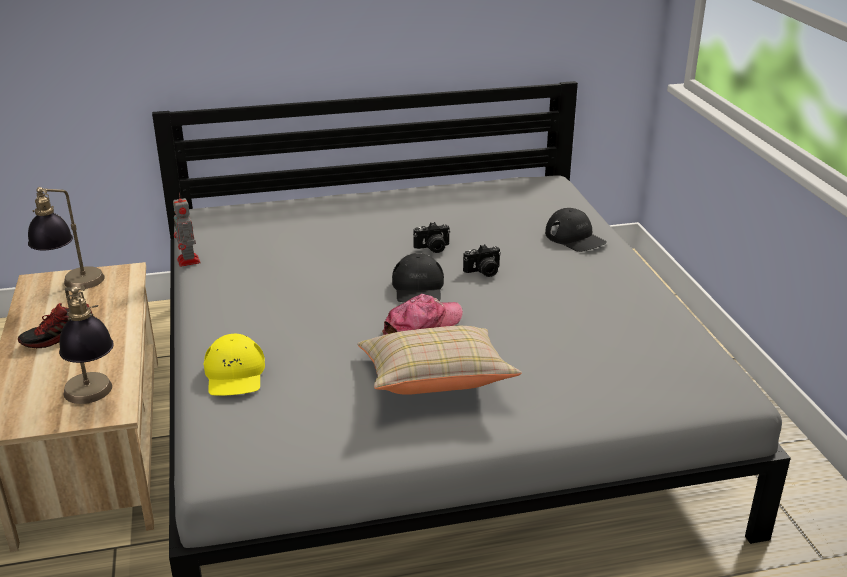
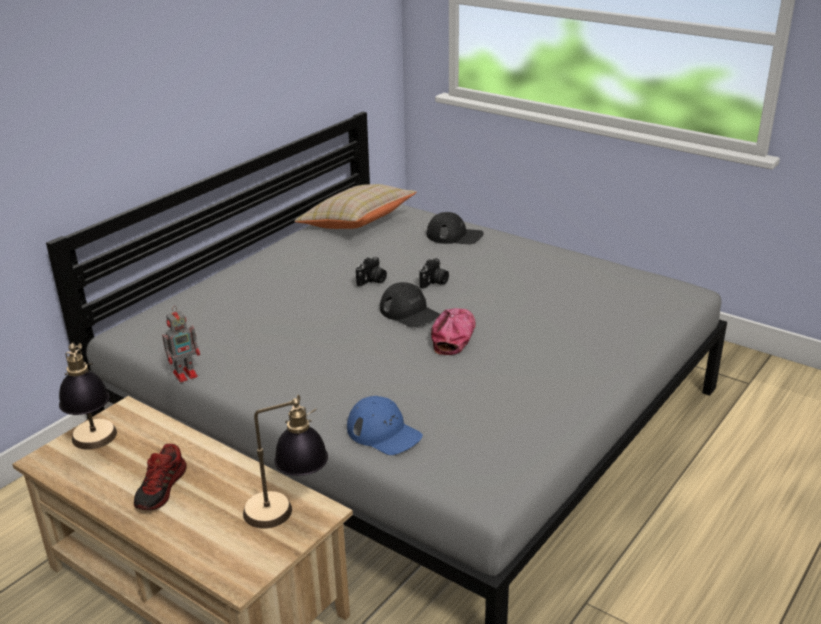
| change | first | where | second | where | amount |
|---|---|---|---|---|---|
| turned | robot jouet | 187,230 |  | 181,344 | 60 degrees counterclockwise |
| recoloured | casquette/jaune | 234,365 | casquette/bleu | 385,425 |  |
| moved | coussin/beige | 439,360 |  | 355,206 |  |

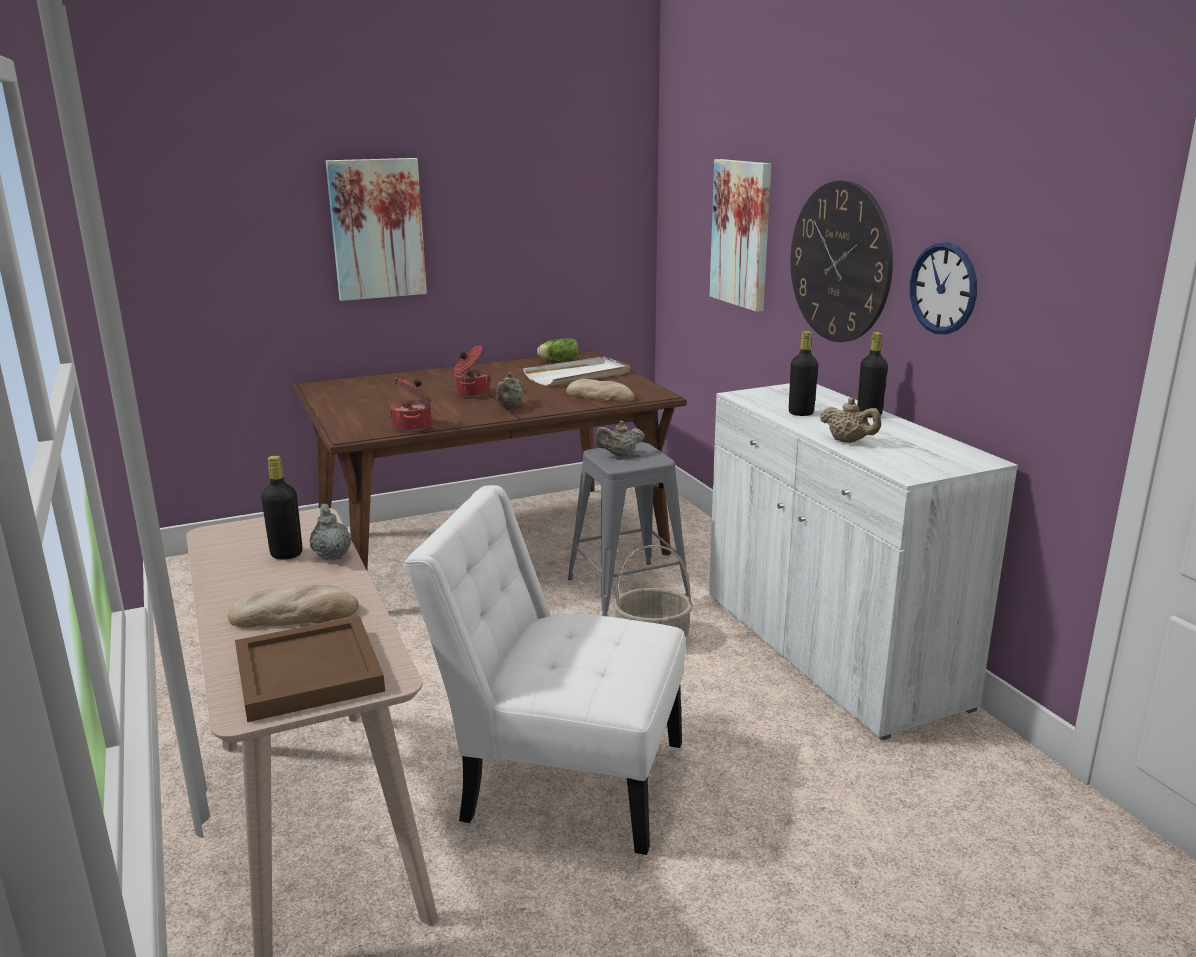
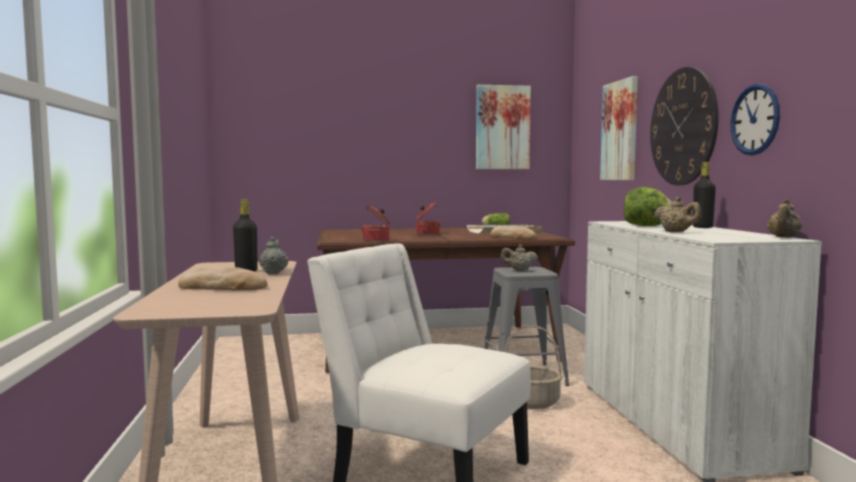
| change | first | where | second | where | amount |
|---|---|---|---|---|---|
| removed | plateau/marron | 310,669 |  |  |  |
| moved | tableau | 376,229 |  | 503,127 |  |
| moved | théière/beige | 510,390 |  | 784,218 |  |
| replaced | bouteille/noir | 803,373 | laitue | 647,206 |  |

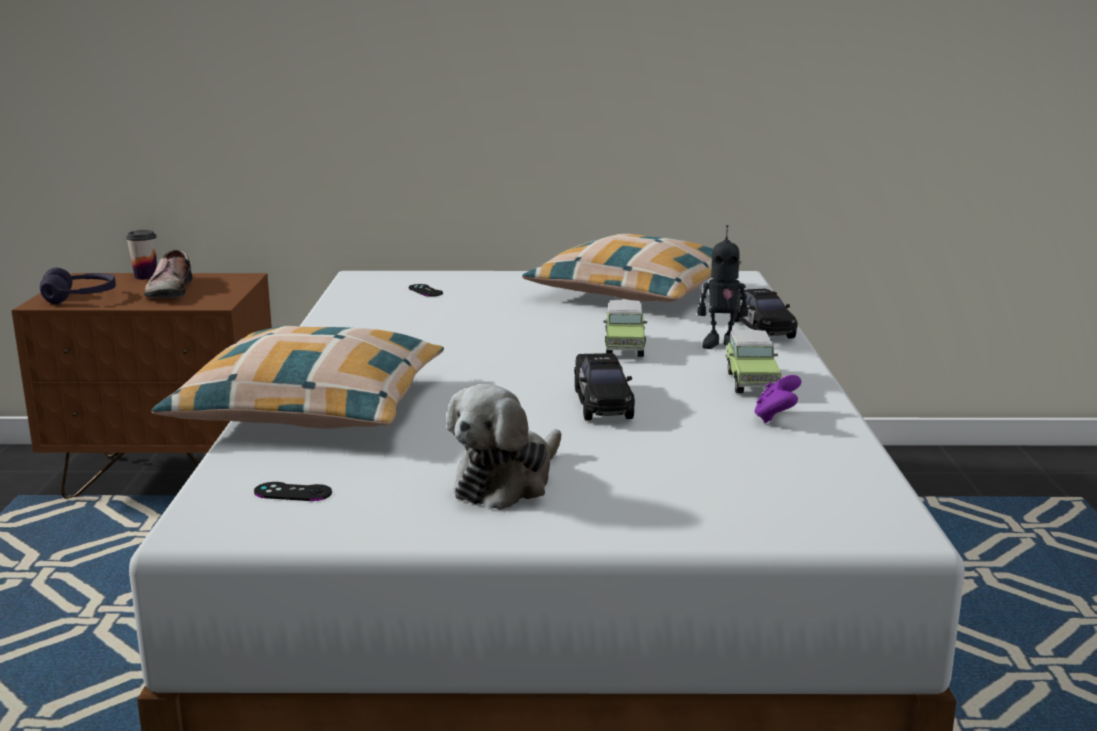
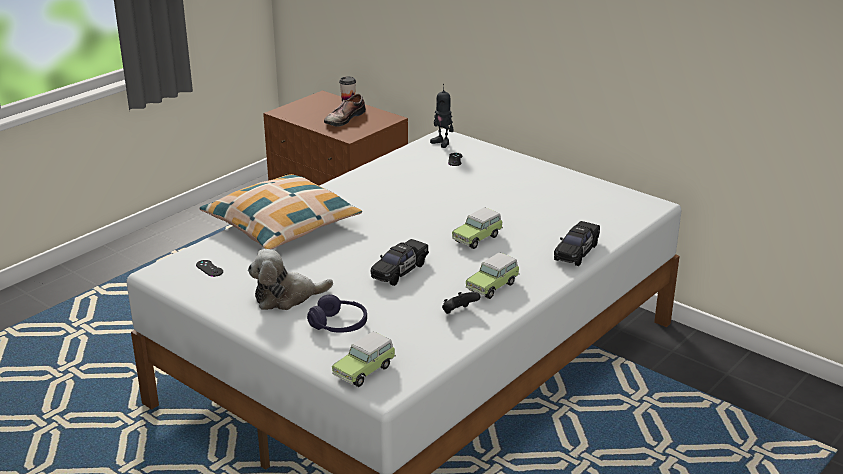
| change | first | where | second | where | amount |
|---|---|---|---|---|---|
| moved | casque audio/violet | 78,286 |  | 337,313 |  |
| removed | coussin | 631,268 |  |  |  |
| moved | robot jouet | 723,287 |  | 442,116 |  |
| recoloured | manette/violet | 777,399 | manette/noir | 461,303 |  |
| added |  |  | petite voiture | 364,359 |  |

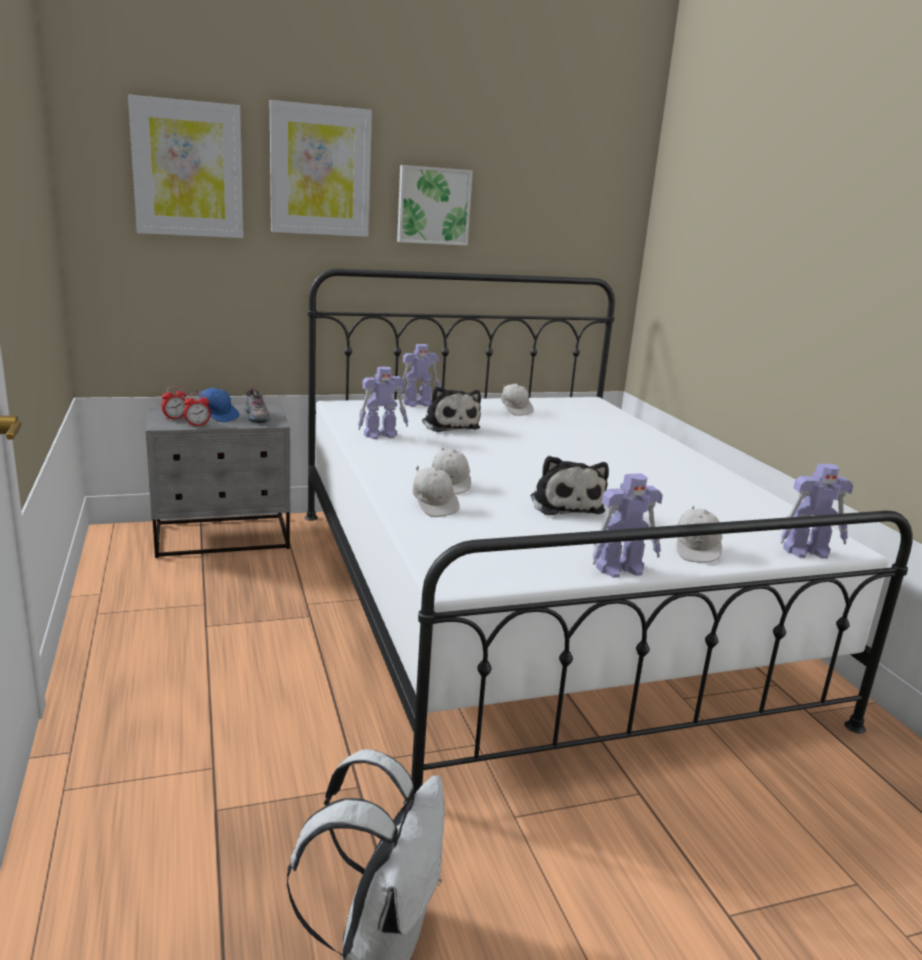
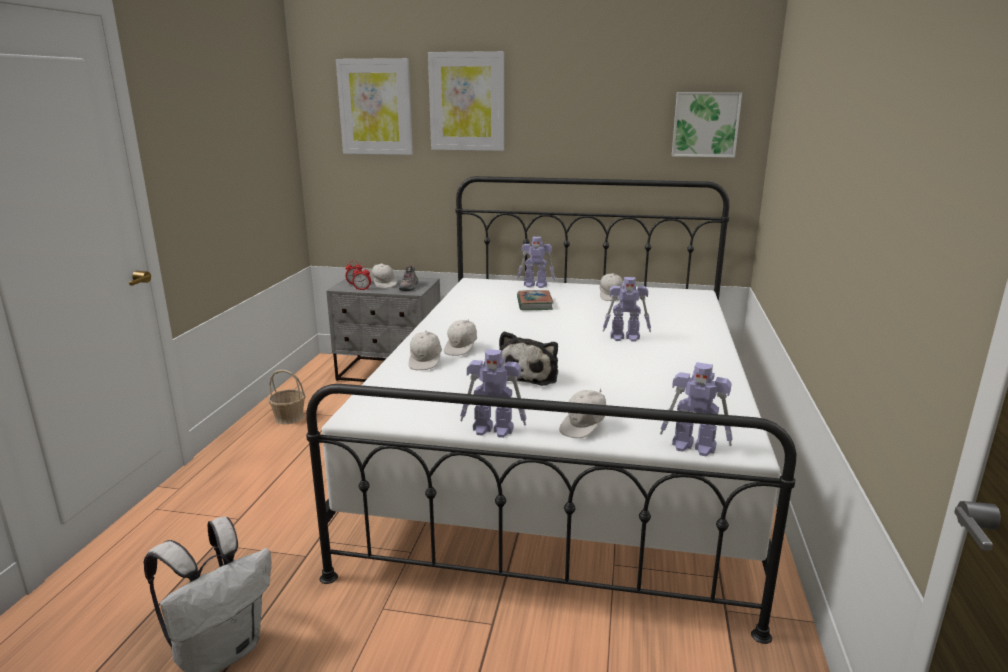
| change | first | where | second | where | amount |
|---|---|---|---|---|---|
| recoloured | casquette/bleu | 217,405 | casquette/blanc | 384,276 |  |
| moved | robot jouet | 383,403 |  | 627,309 |  |
| moved | tableau | 435,205 |  | 707,125 |  |
| replaced | peluche | 451,409 | livre | 535,300 |  |
| added |  |  | panier | 287,397 |  |

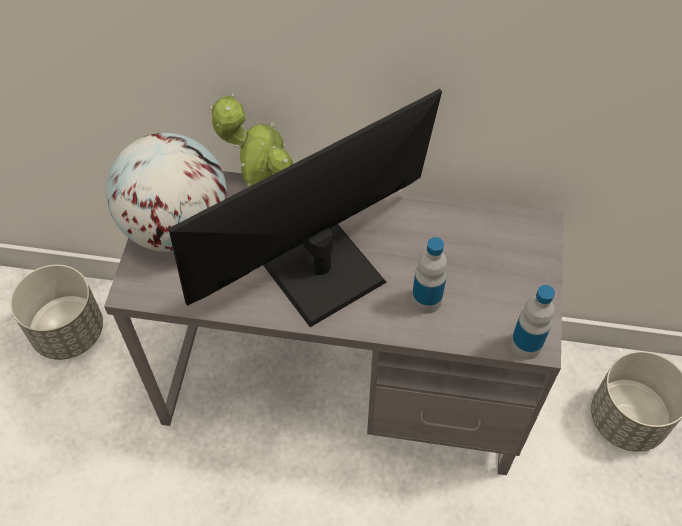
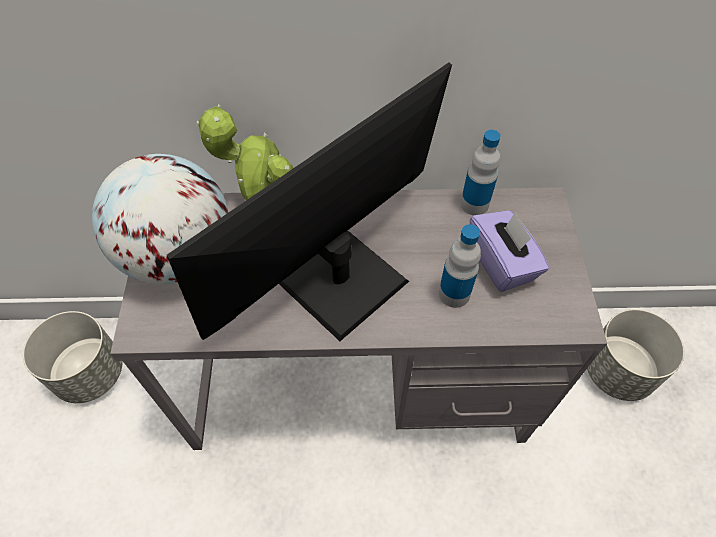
| change | first | where | second | where | amount |
|---|---|---|---|---|---|
| moved | bouteille | 532,322 |  | 480,172 |  |
| added |  |  | boîte à mouchoirs/violet | 509,251 |  |

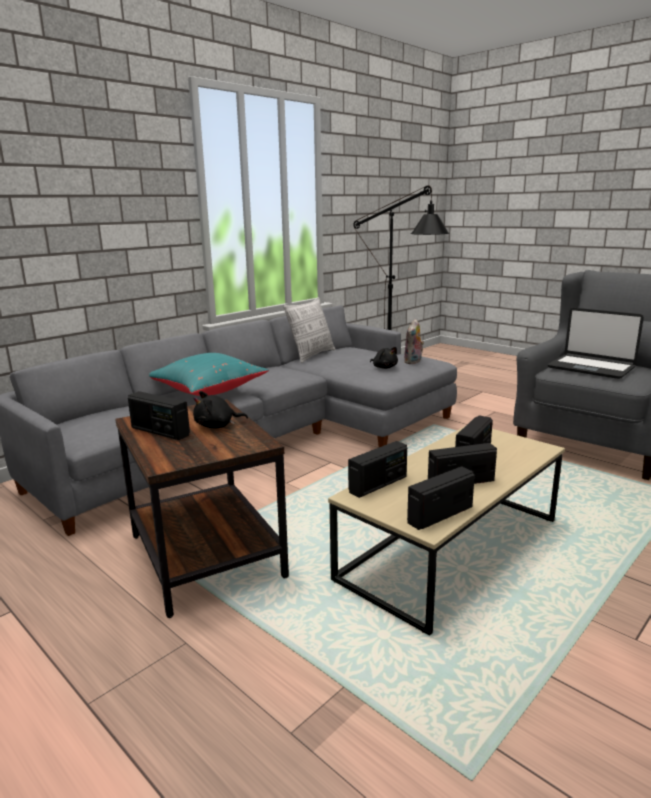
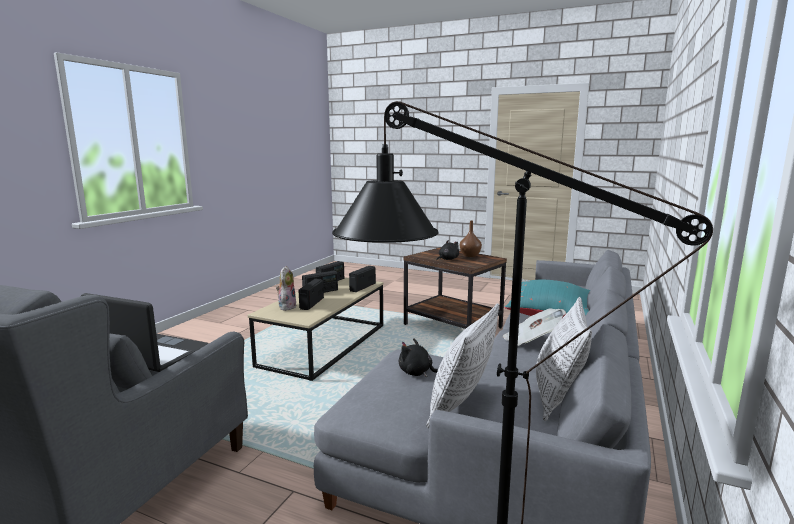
| change | first | where | second | where | amount |
|---|---|---|---|---|---|
| replaced | radio | 159,415 | vase/marron | 471,239 |  |
| moved | peluche | 414,341 |  | 286,288 |  |
| added |  |  | coussin | 462,365 |  |
| added |  |  | journal | 534,327 |  |

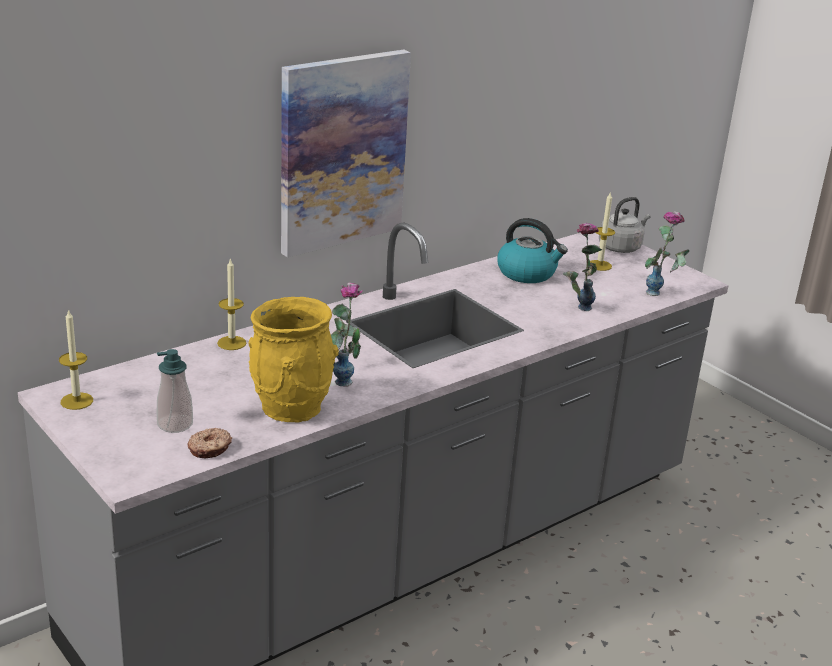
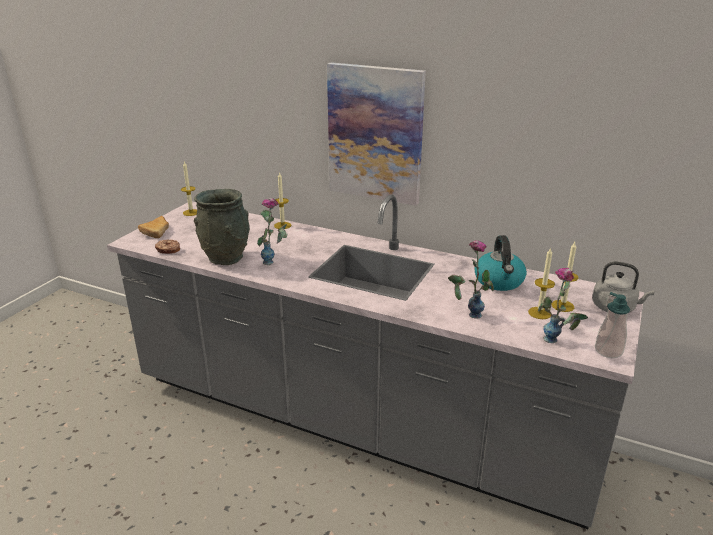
| change | first | where | second | where | amount |
|---|---|---|---|---|---|
| moved | distributeur de savon | 175,391 |  | 612,325 |  |
| recoloured | vase/jaune | 294,359 | vase/gris | 222,227 |  |
| added |  |  | pain | 153,227 |  |
| added |  |  | bougie | 541,283 |  |

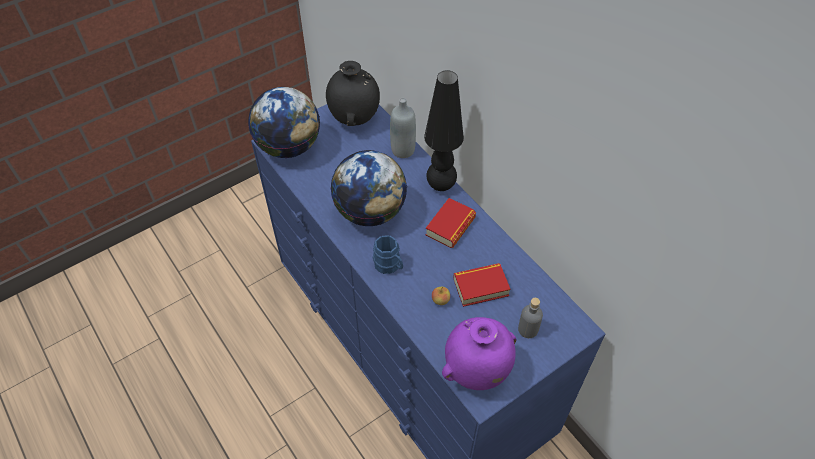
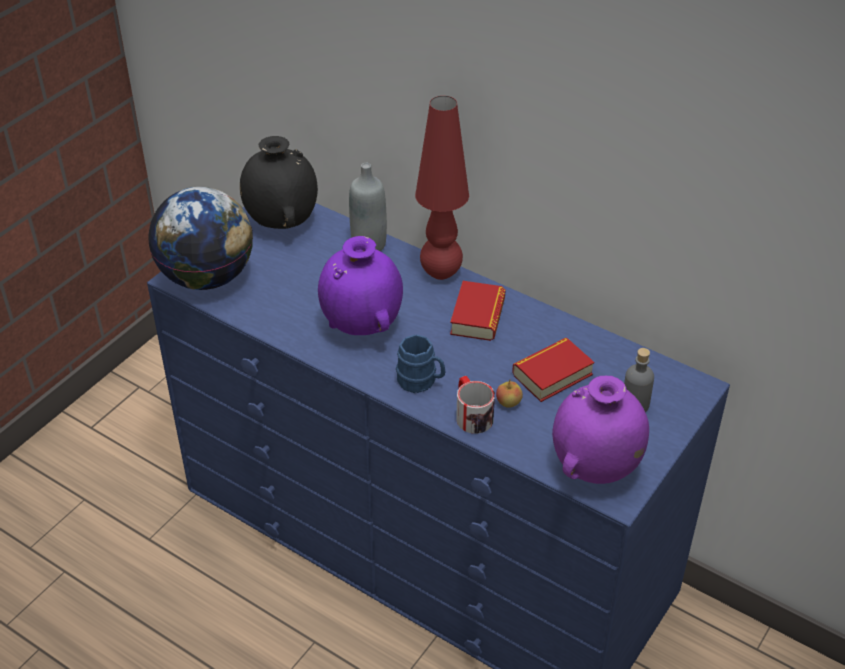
| change | first | where | second | where | amount |
|---|---|---|---|---|---|
| replaced | globe | 369,188 | vase/violet | 360,285 |  |
| recoloured | lampe de table/noir | 444,130 | lampe de table/rouge | 442,188 |  |
| added |  |  | mug | 475,405 |  |

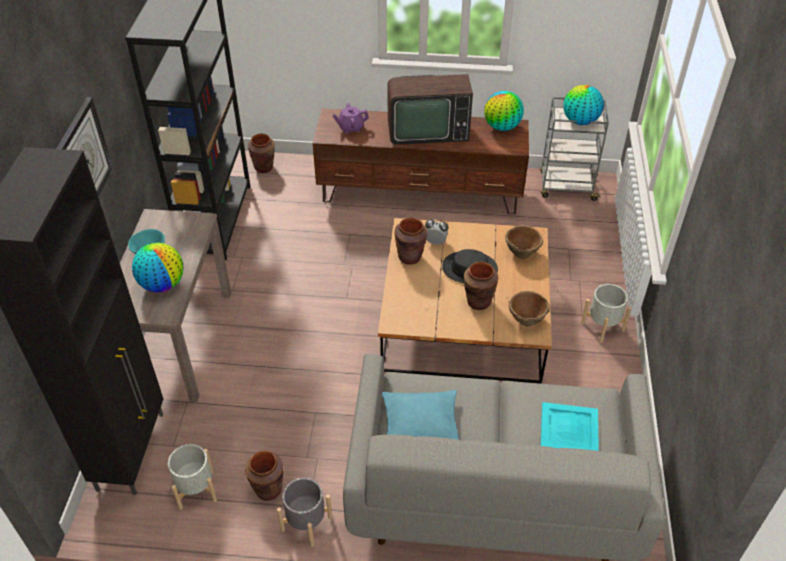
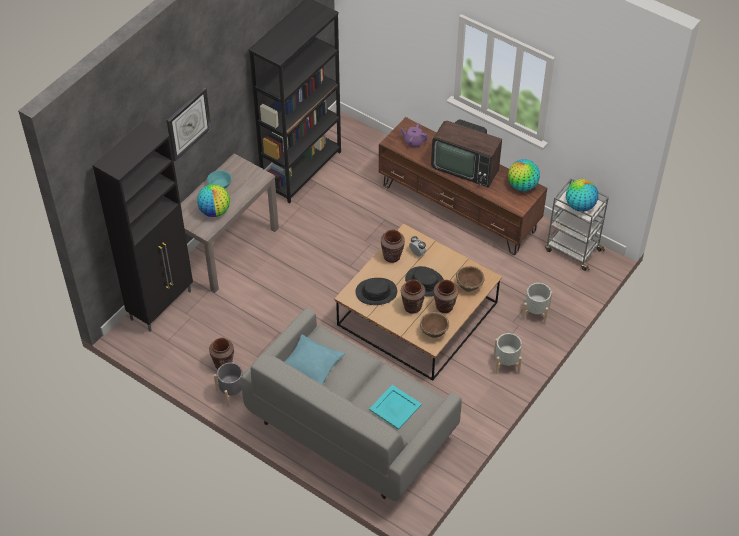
| change | first | where | second | where | amount |
|---|---|---|---|---|---|
| moved | cache-pot/gris | 192,477 |  | 537,304 |  |
| moved | vase/marron | 261,153 |  | 446,296 |  |
| added |  |  | chapeau/noir | 376,291 |  |

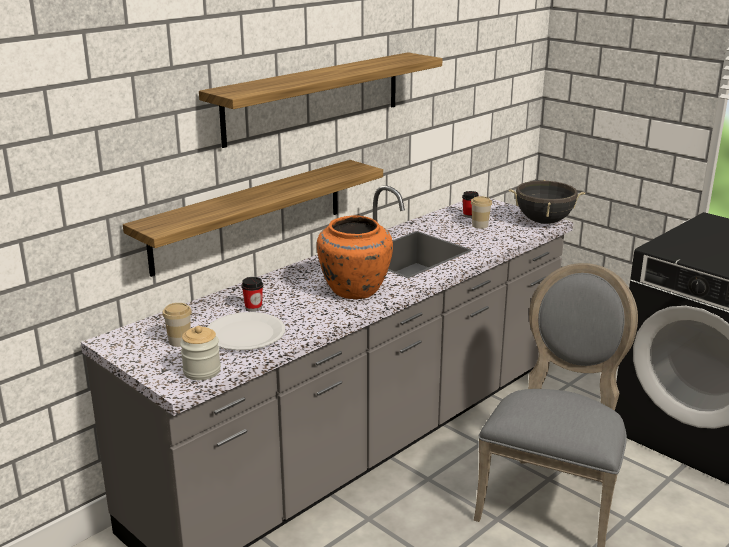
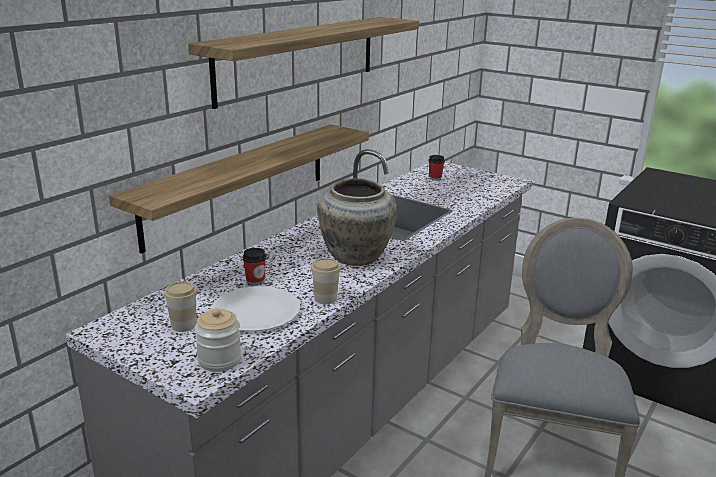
| change | first | where | second | where | amount |
|---|---|---|---|---|---|
| recoloured | vase/orange | 355,257 | vase/beige | 357,222 |  |
| moved | tasse | 481,212 |  | 326,281 |  |
| removed | marmite/noir | 547,201 |  |  |  |

